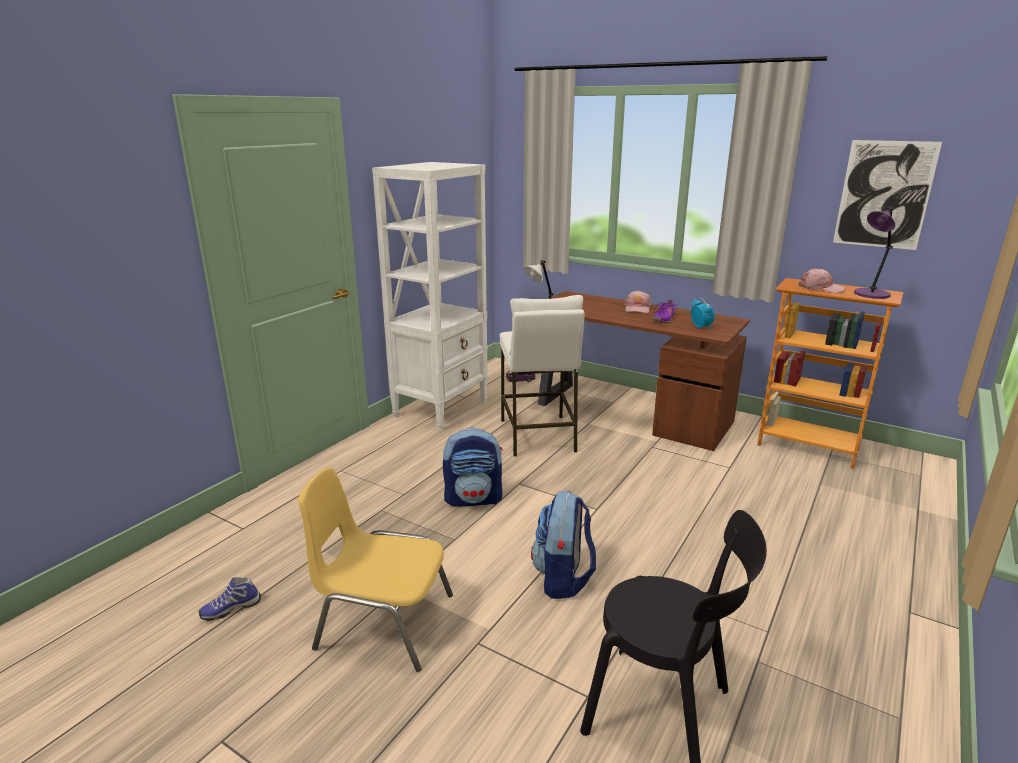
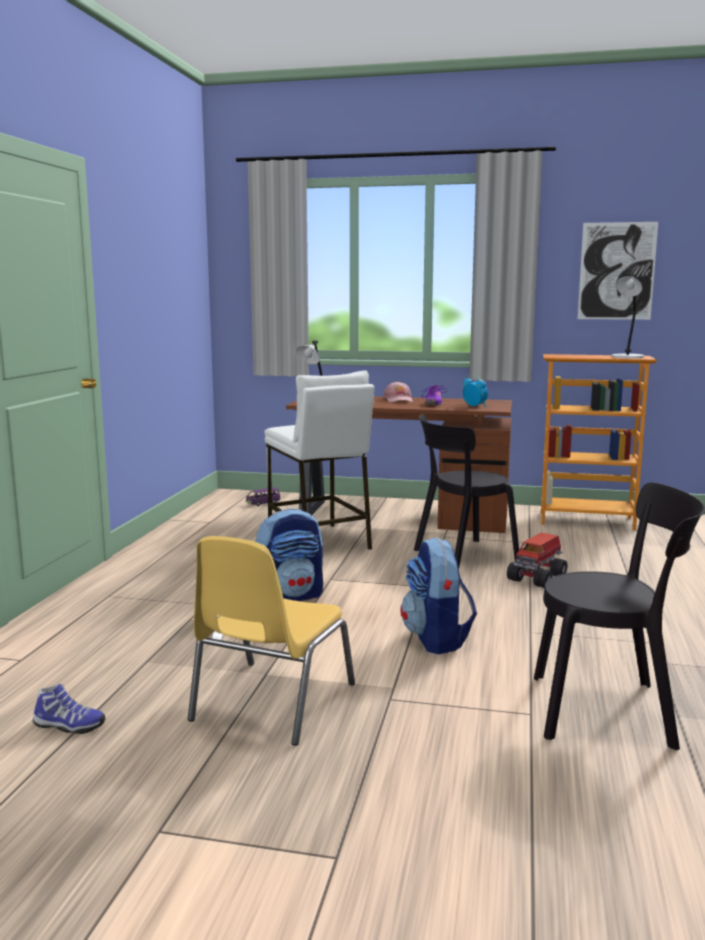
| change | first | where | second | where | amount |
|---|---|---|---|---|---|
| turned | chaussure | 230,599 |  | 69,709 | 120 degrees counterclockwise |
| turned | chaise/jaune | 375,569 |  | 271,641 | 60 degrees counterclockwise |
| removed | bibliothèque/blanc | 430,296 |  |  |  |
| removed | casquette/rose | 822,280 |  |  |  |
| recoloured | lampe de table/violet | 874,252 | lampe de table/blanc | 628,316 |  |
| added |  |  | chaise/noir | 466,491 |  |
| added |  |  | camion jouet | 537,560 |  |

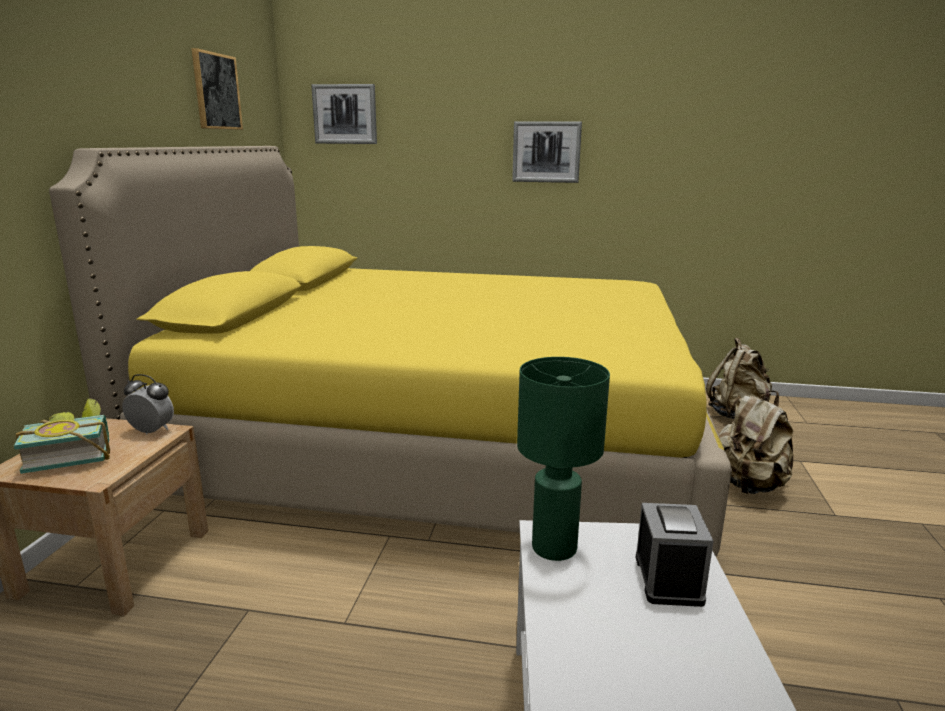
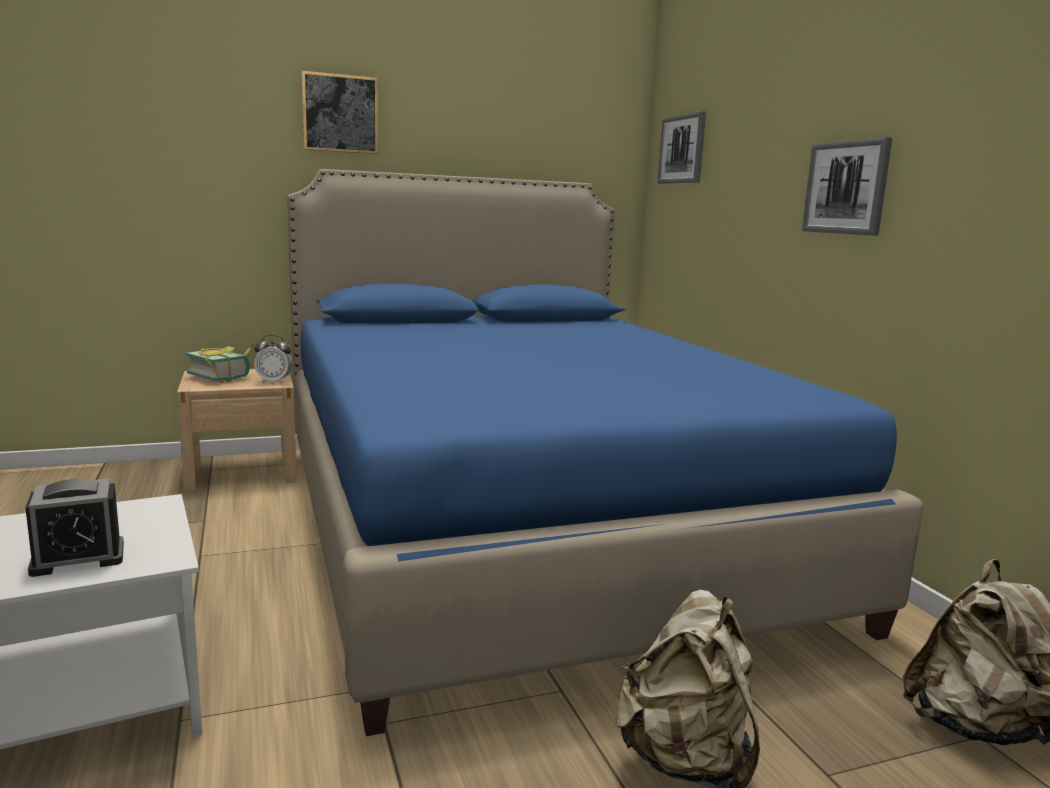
| change | first | where | second | where | amount |
|---|---|---|---|---|---|
| recoloured | lit/jaune | 390,351 | lit/bleu | 605,452 |  |
| turned | réveil | 148,404 |  | 273,359 | 105 degrees clockwise |
| moved | tableau | 217,89 |  | 340,112 |  |
| removed | lampe de table/vert | 563,459 |  |  |  |

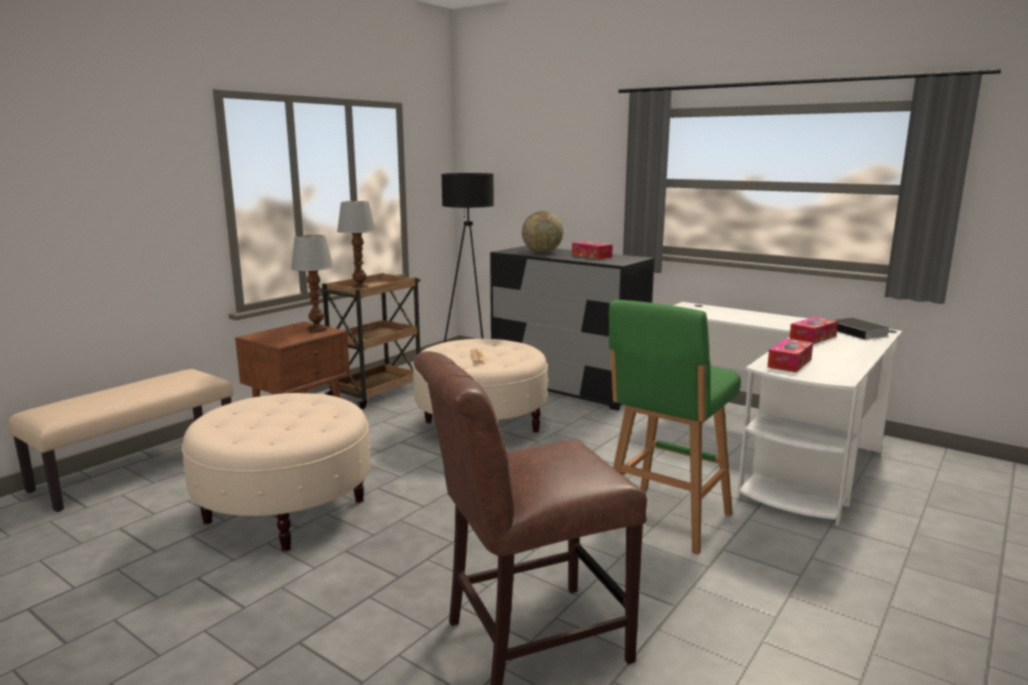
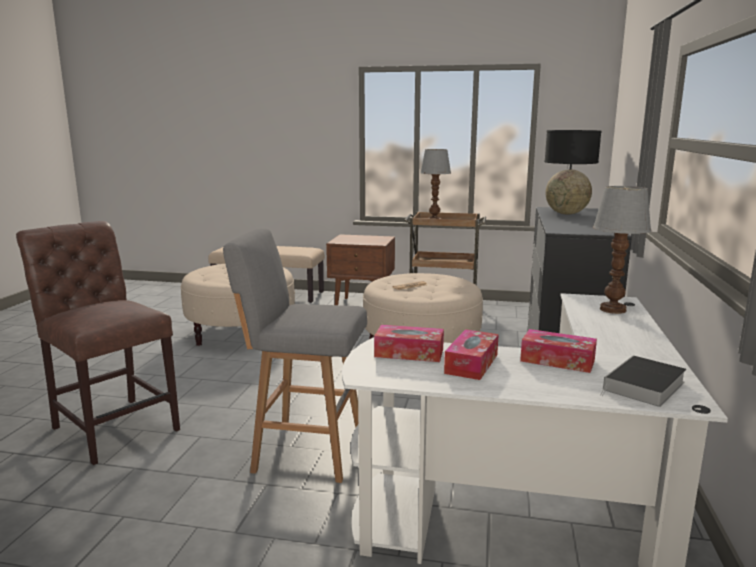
| change | first | where | second | where | amount |
|---|---|---|---|---|---|
| moved | lampe de table | 312,284 |  | 622,250 |  |
| moved | boîte à mouchoirs | 592,250 |  | 471,354 |  |
| recoloured | tabouret/vert | 675,427 | tabouret/gris | 295,355 |  |

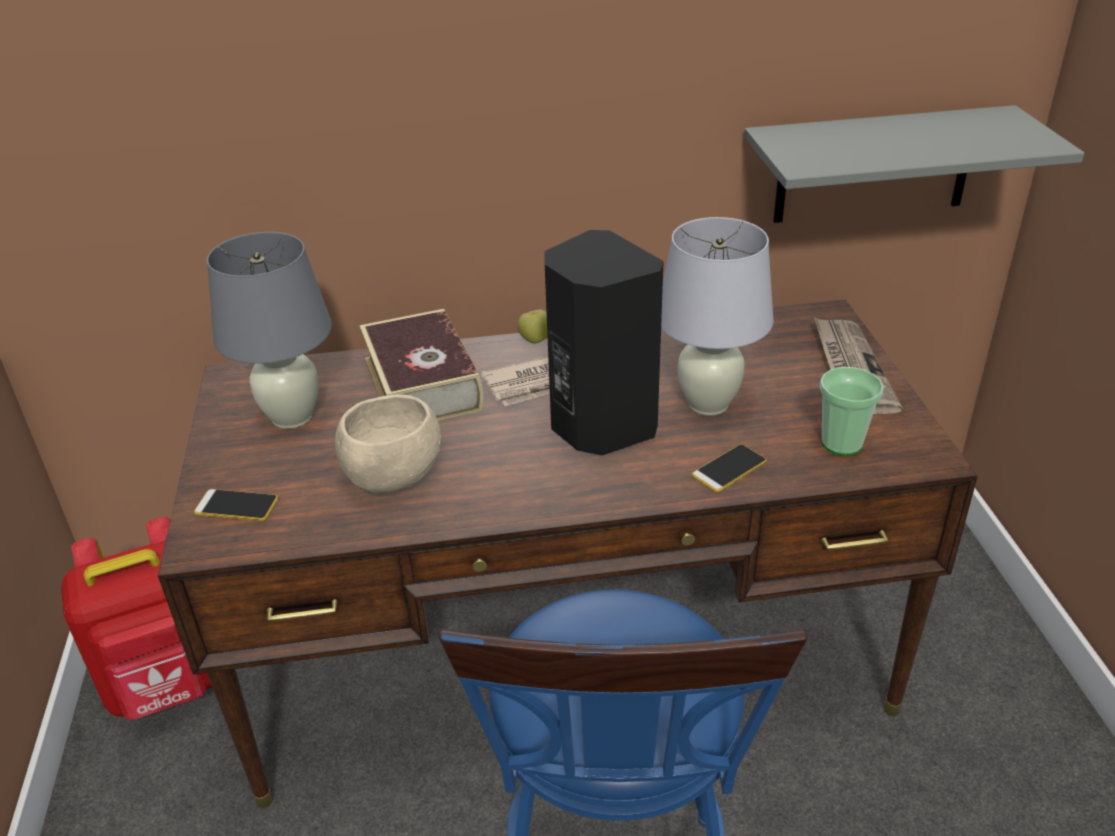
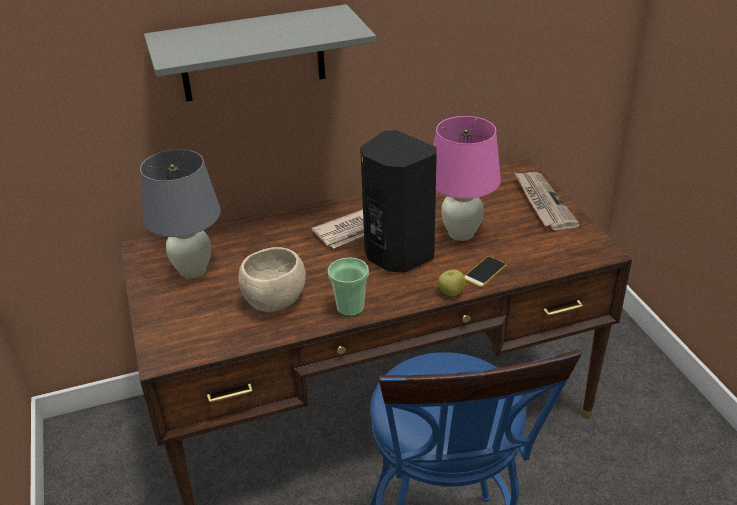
| change | first | where | second | where | amount |
|---|---|---|---|---|---|
| removed | sac à dos/rouge | 136,618 |  |  |  |
| removed | téléphone | 236,505 |  |  |  |
| removed | livre | 421,365 |  |  |  |
| moved | pomme | 533,326 |  | 452,282 |  |
| recoloured | lampe de table/blanc | 717,316 | lampe de table/rose | 467,178 |  |
| moved | étagère/gris | 914,164 |  | 260,53 |  |
| moved | tasse | 852,411 |  | 348,287 |  |

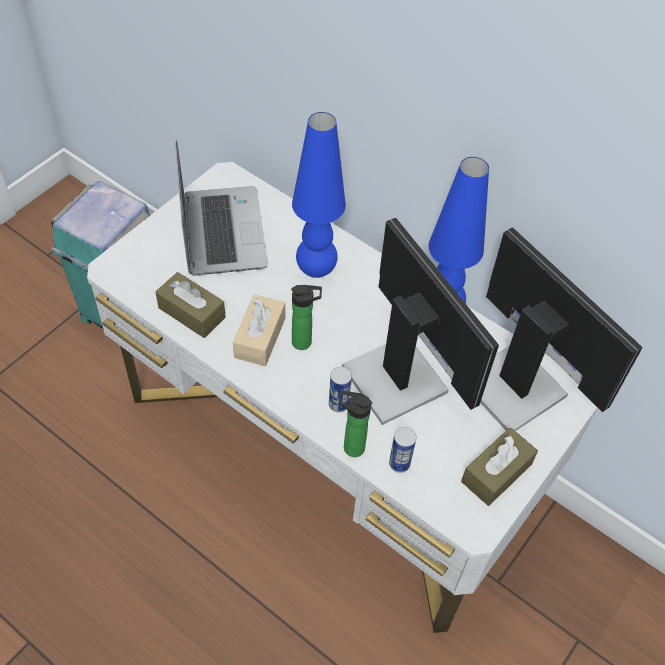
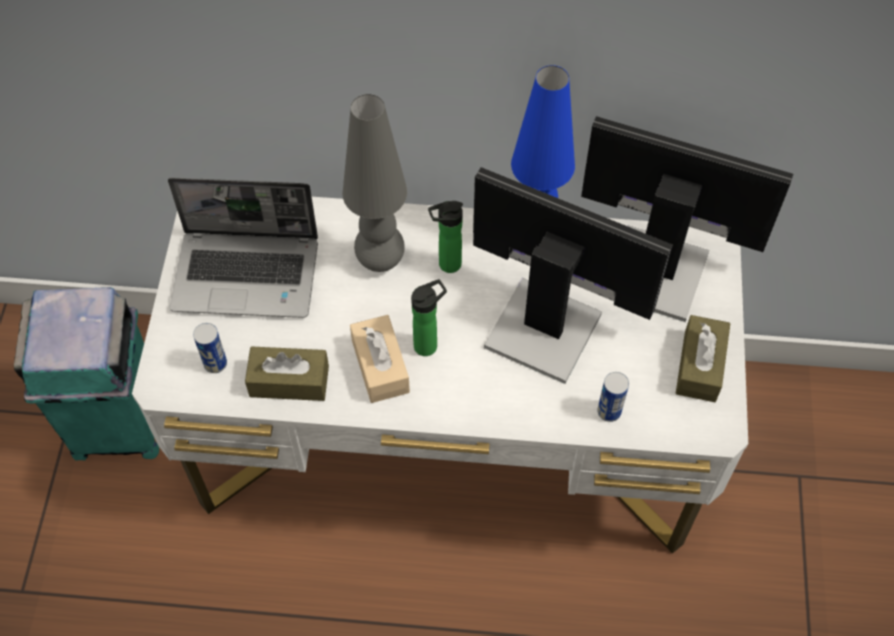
| change | first | where | second | where | amount |
|---|---|---|---|---|---|
| turned | ordinateur portable | 222,208 |  | 243,248 | 135 degrees clockwise |
| recoloured | lampe de table/bleu | 319,195 | lampe de table/gris | 374,183 |  |
| moved | boîte métallique | 340,389 |  | 210,348 |  |
| moved | bouteille | 355,424 |  | 445,237 |  |

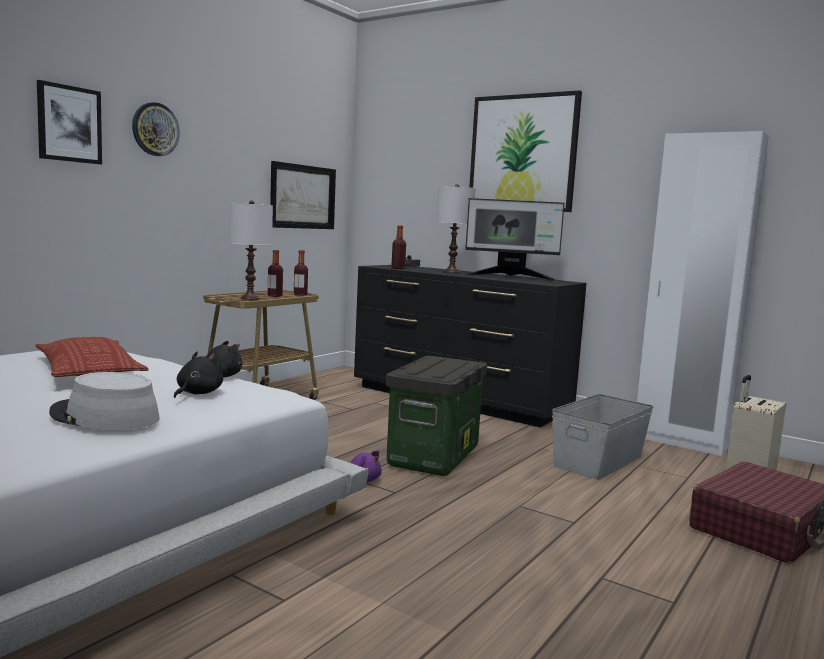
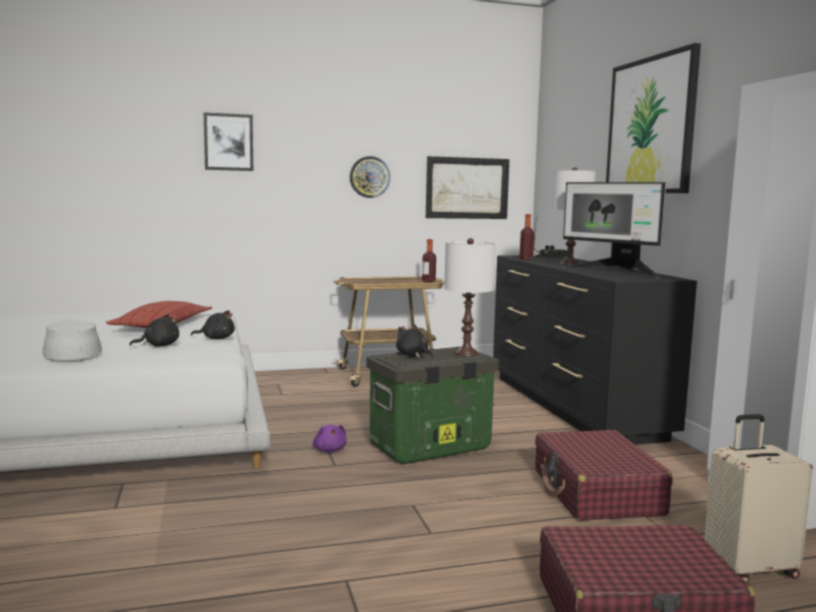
| change | first | where | second | where | amount |
|---|---|---|---|---|---|
| moved | horloge murale | 156,129 |  | 370,177 |  |
| moved | lampe de table/blanc | 251,250 |  | 469,297 |  |
| removed | bouteille | 275,273 |  |  |  |
| replaced | boîte de rangement/gris | 603,437 | valise/rouge | 604,475 |  |
| added |  |  | peluche/noir | 415,341 |  |

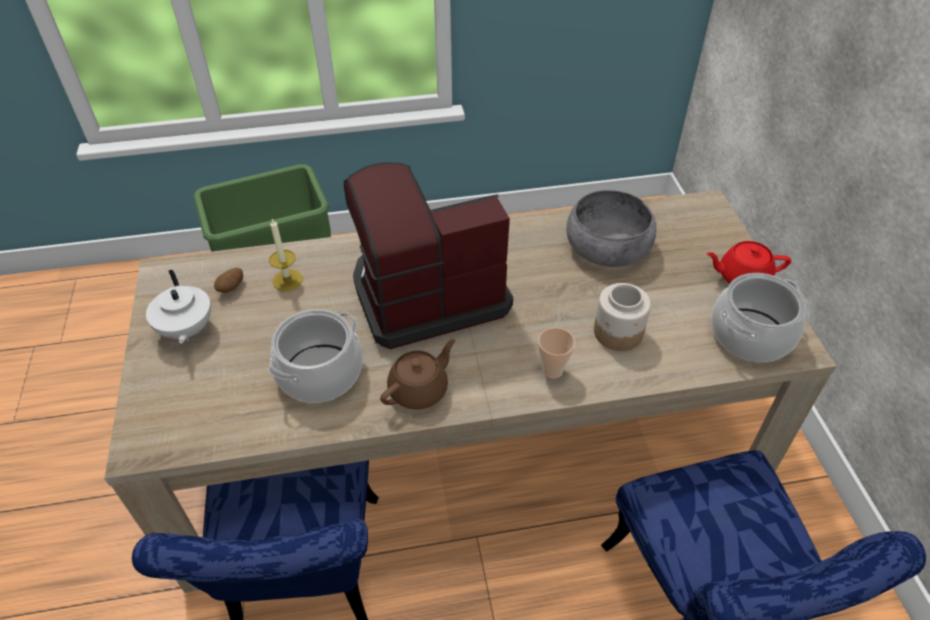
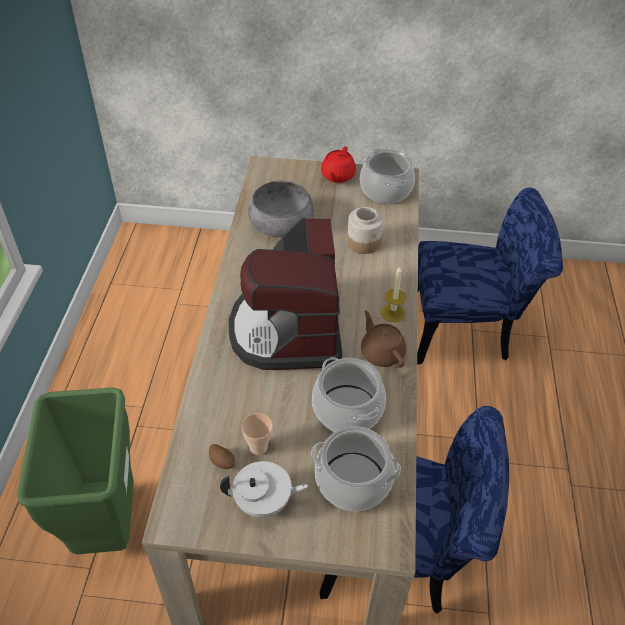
| change | first | where | second | where | amount |
|---|---|---|---|---|---|
| moved | bougie | 286,255 |  | 393,294 |  |
| moved | tasse | 556,353 |  | 257,434 |  |
| added |  |  | marmite | 356,468 |  |

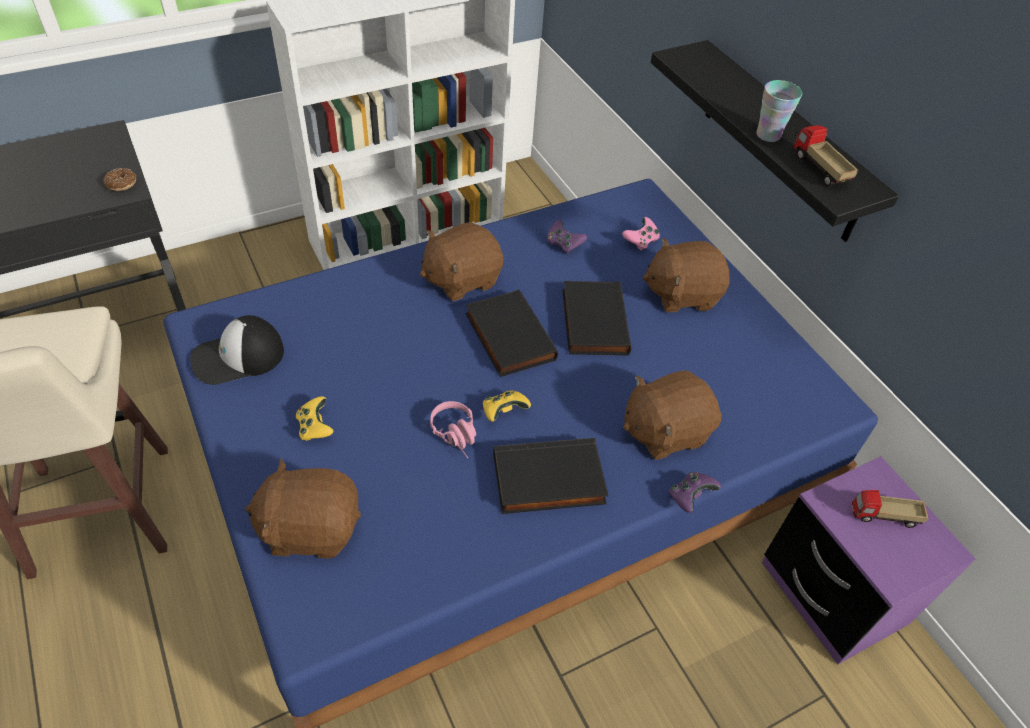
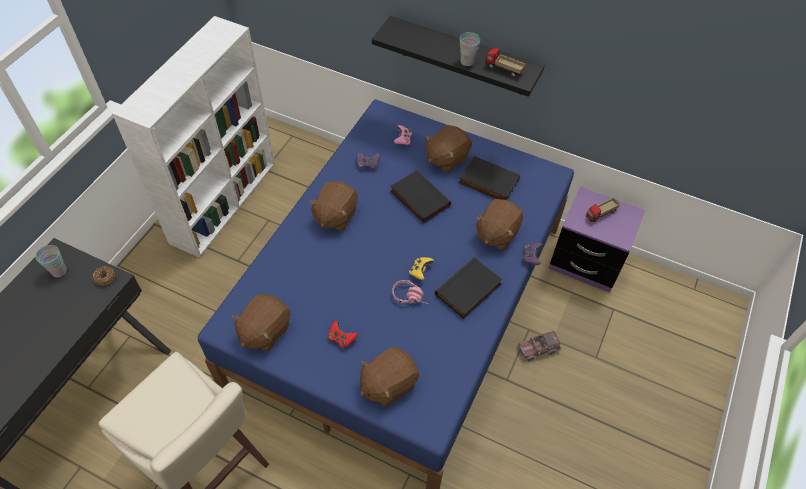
| change | first | where | second | where | amount |
|---|---|---|---|---|---|
| replaced | casquette | 237,350 | peluche/marron | 261,322 |  |
| recoloured | manette/jaune | 314,418 | manette/rouge | 343,334 |  |
| moved | livre/noir | 512,333 |  | 489,178 |  |
| added |  |  | tasse | 51,261 |  |
| added |  |  | camion jouet | 539,346 |  |

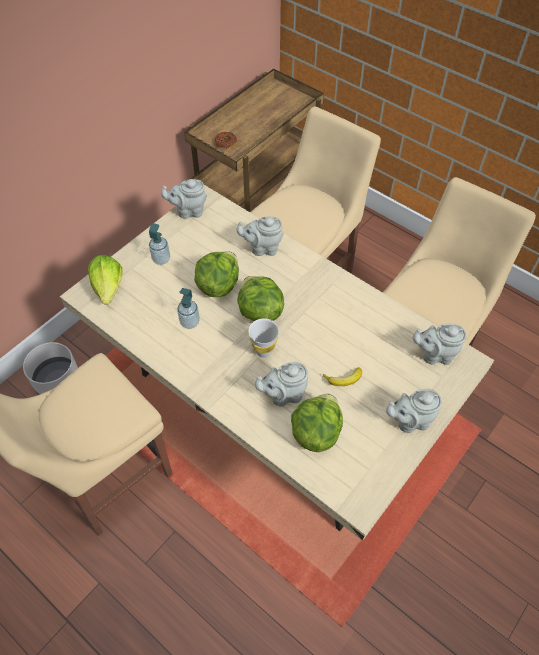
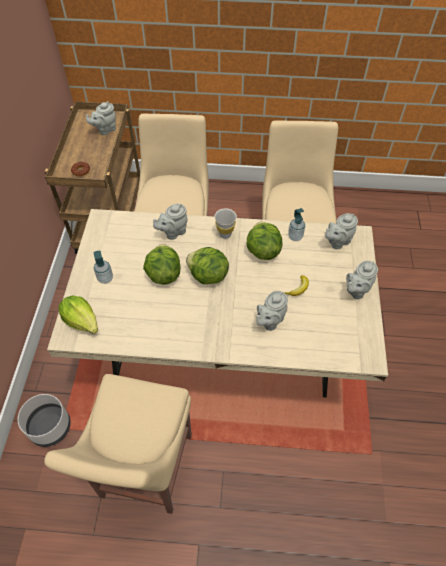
| change | first | where | second | where | amount |
|---|---|---|---|---|---|
| moved | théière/gris | 184,199 |  | 101,118 |  |
| moved | distributeur de savon | 188,308 |  | 296,224 |  |
| moved | tasse/blanc | 263,338 |  | 225,223 |  |
| moved | laitue | 317,423 |  | 264,241 |  |

